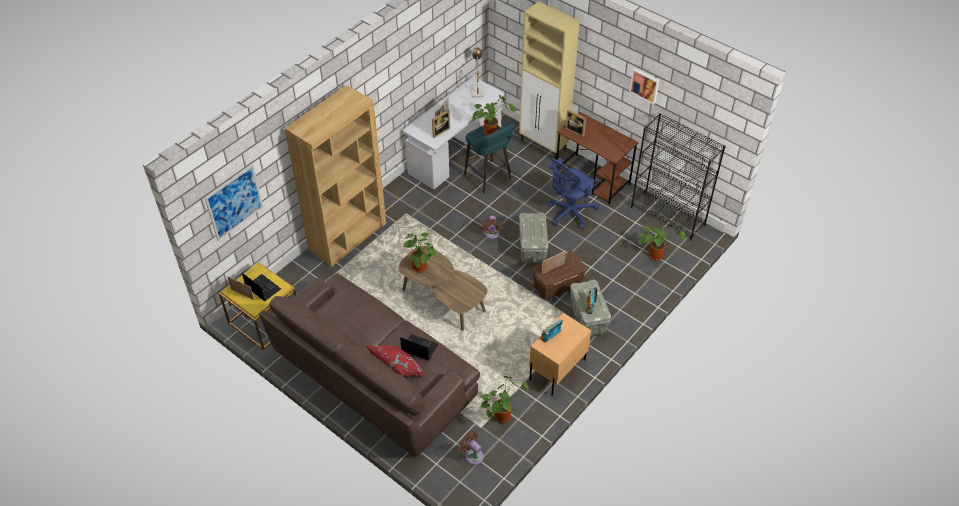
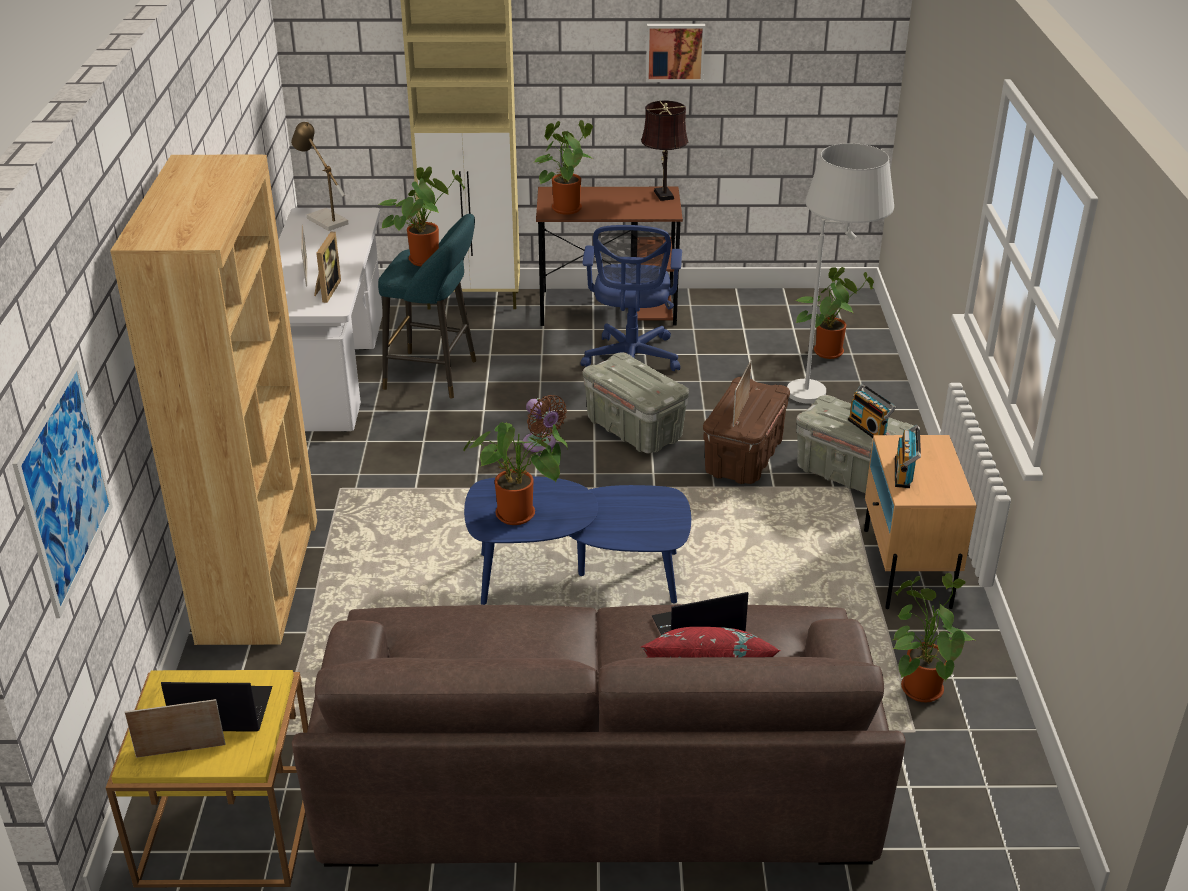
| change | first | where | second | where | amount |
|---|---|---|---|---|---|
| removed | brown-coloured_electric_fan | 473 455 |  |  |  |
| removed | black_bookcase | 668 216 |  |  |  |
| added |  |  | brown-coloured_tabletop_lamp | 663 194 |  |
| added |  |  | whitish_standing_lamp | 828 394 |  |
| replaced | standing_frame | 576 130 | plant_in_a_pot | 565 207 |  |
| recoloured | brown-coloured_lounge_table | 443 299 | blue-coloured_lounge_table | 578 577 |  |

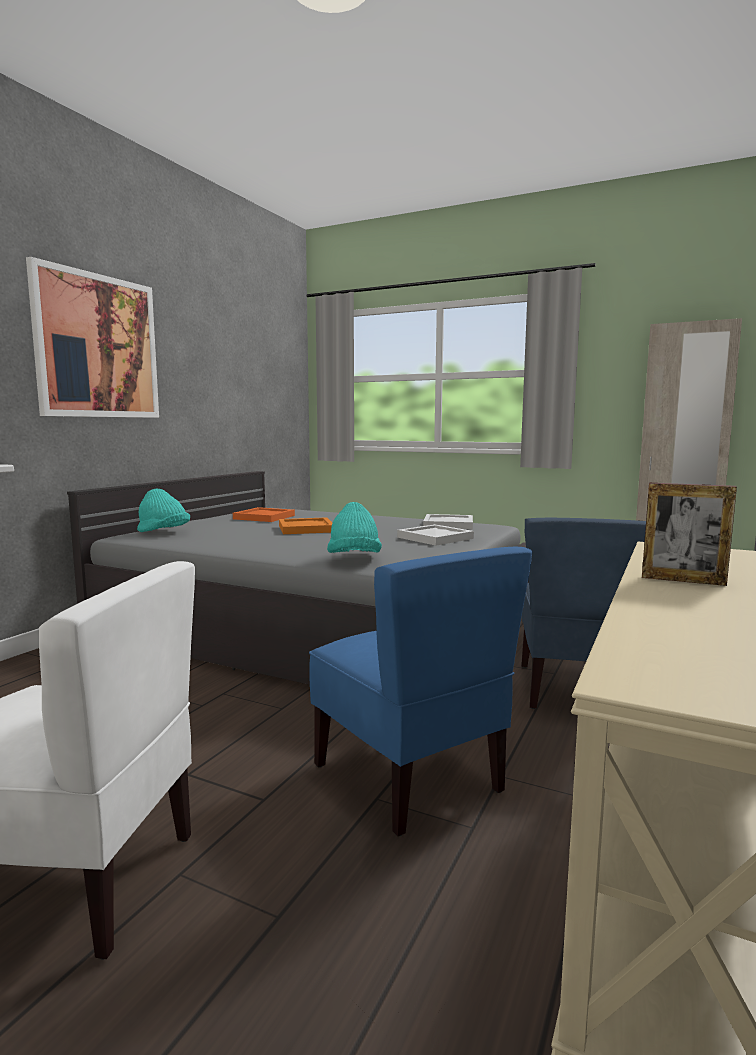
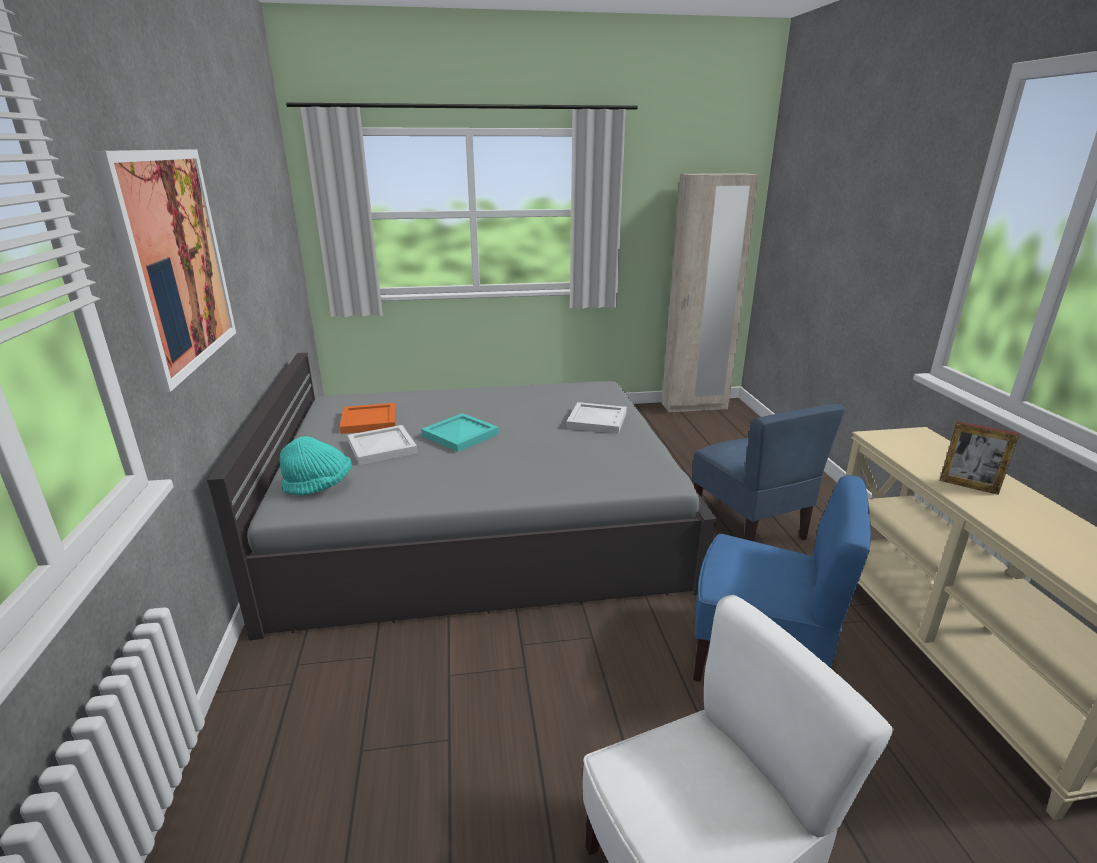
| change | first | where | second | where | amount |
|---|---|---|---|---|---|
| removed | turquoise-coloured_hat | 354 558 |  |  |  |
| moved | whitish_tray | 447 524 |  | 381 448 |  |
| recoloured | orange_tray | 307 529 | turquoise-coloured_tray | 461 435 |  |
| turned | standing_frame | 683 580 |  | 968 486 | 45 degrees clockwise |

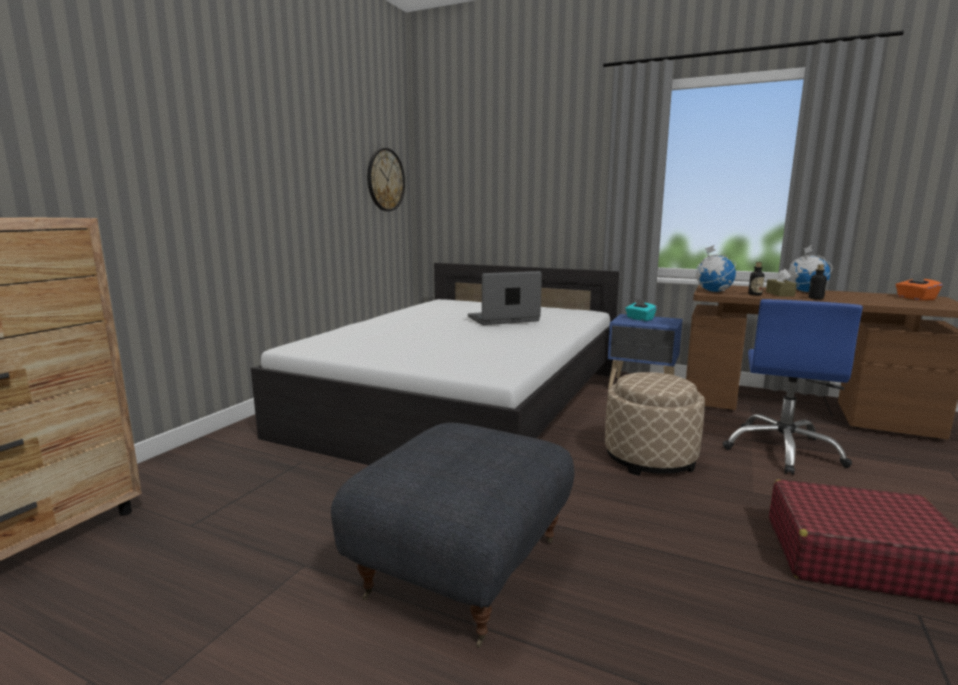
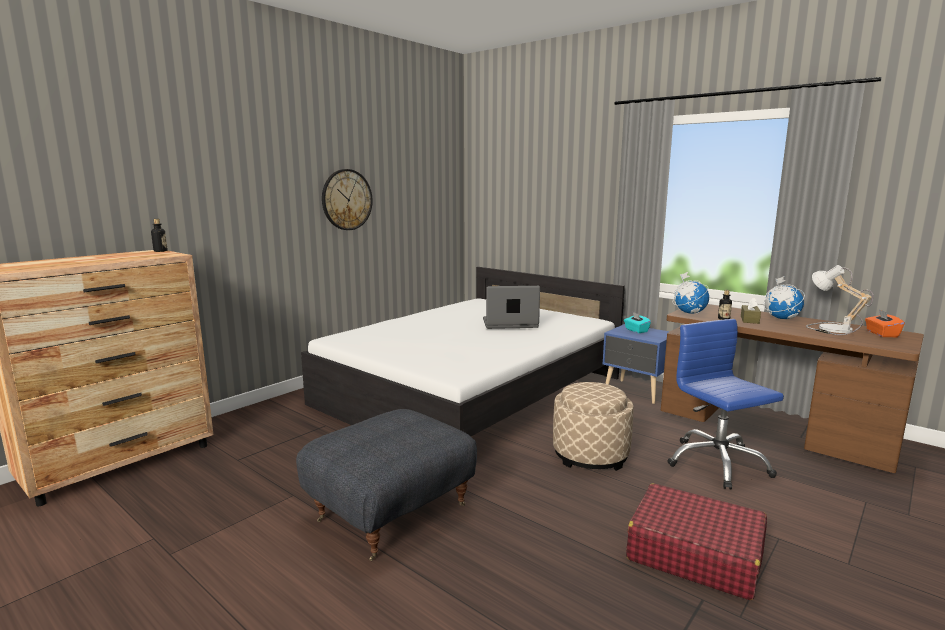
| change | first | where | second | where | amount |
|---|---|---|---|---|---|
| added |  |  | tabletop_lamp | 831 329 |  |
| moved | wall_clock | 385 180 |  | 347 199 |  |
| moved | drink_bottle | 815 298 |  | 160 251 |  |
| turned | blue-coloured_office_chair | 783 450 |  | 717 463 | 120 degrees clockwise |

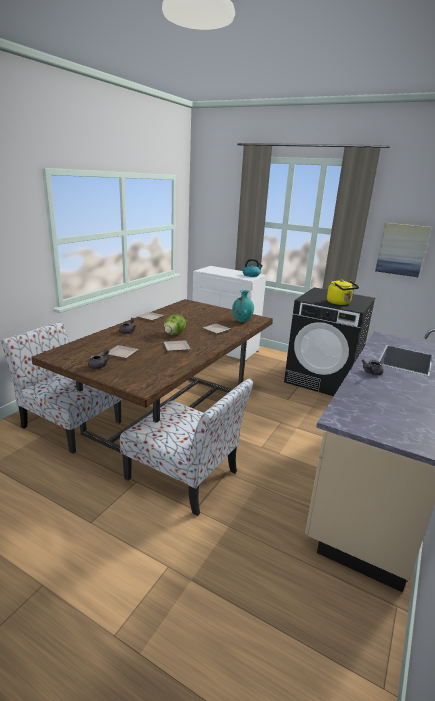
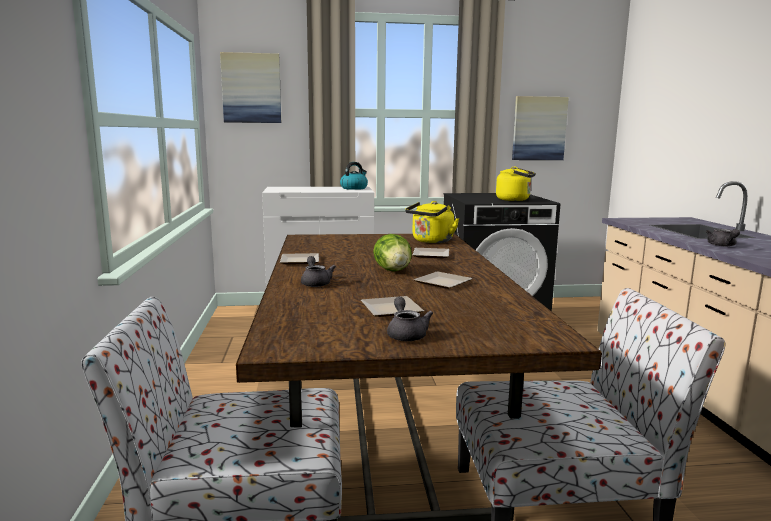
| change | first | where | second | where | amount |
|---|---|---|---|---|---|
| added |  |  | wall_picture | 251 88 |  |
| replaced | turquoise-coloured_flower_vase | 241 321 | yellow-coloured_water_kettle | 431 241 |  |

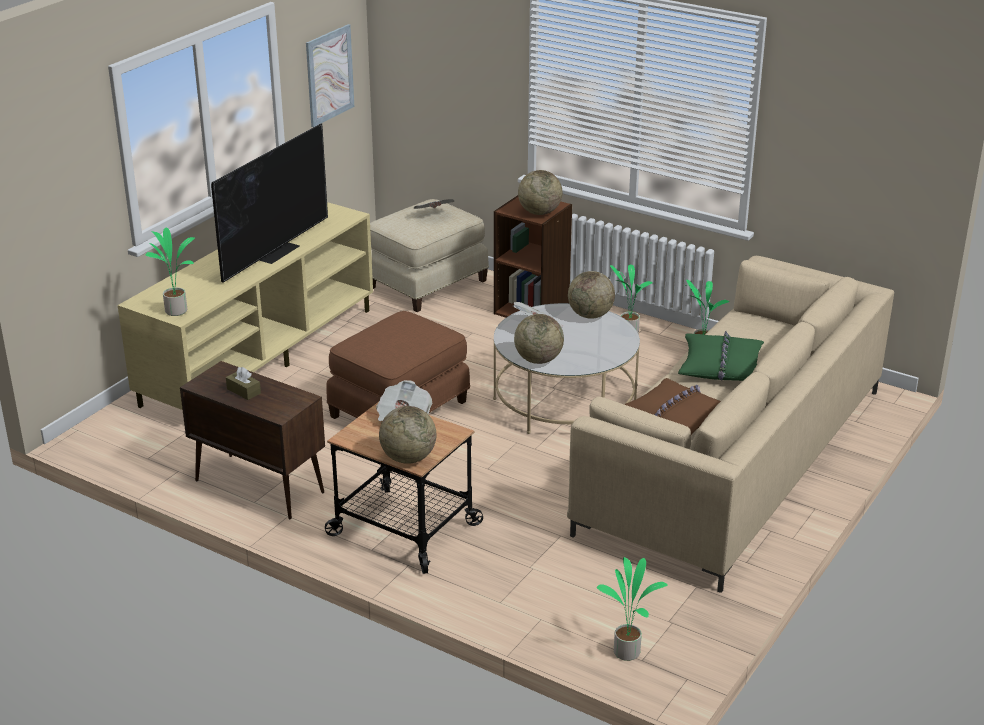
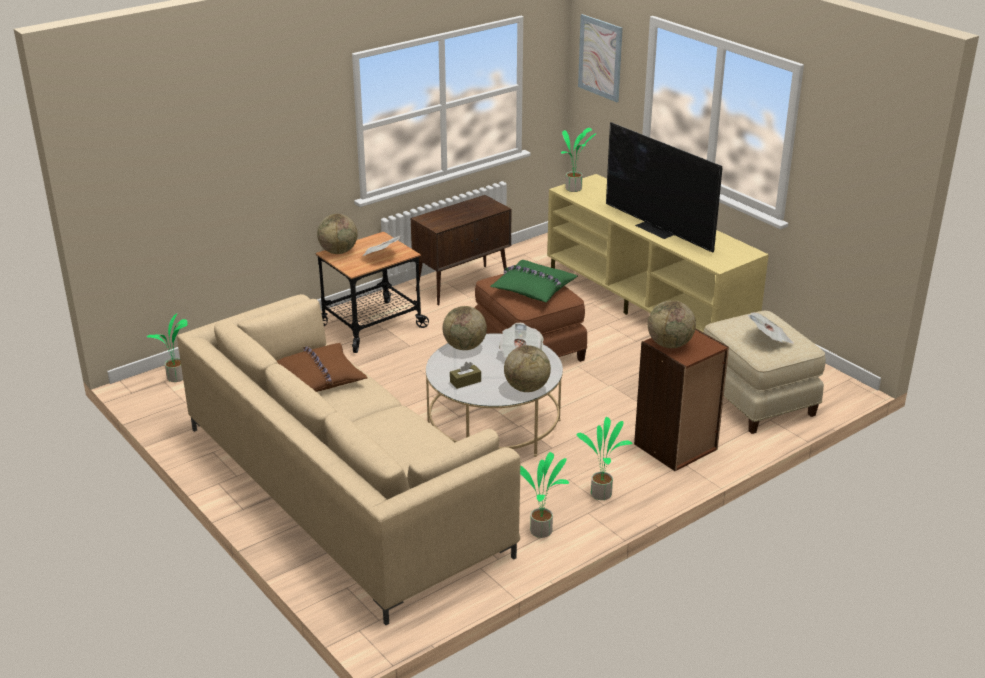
| change | first | where | second | where | amount |
|---|---|---|---|---|---|
| moved | brown-coloured_tissue_box | 243 391 |  | 465 381 |  |
| moved | wall_picture | 329 75 |  | 600 57 |  |
| moved | greenish_cushion | 721 366 |  | 533 288 |  |

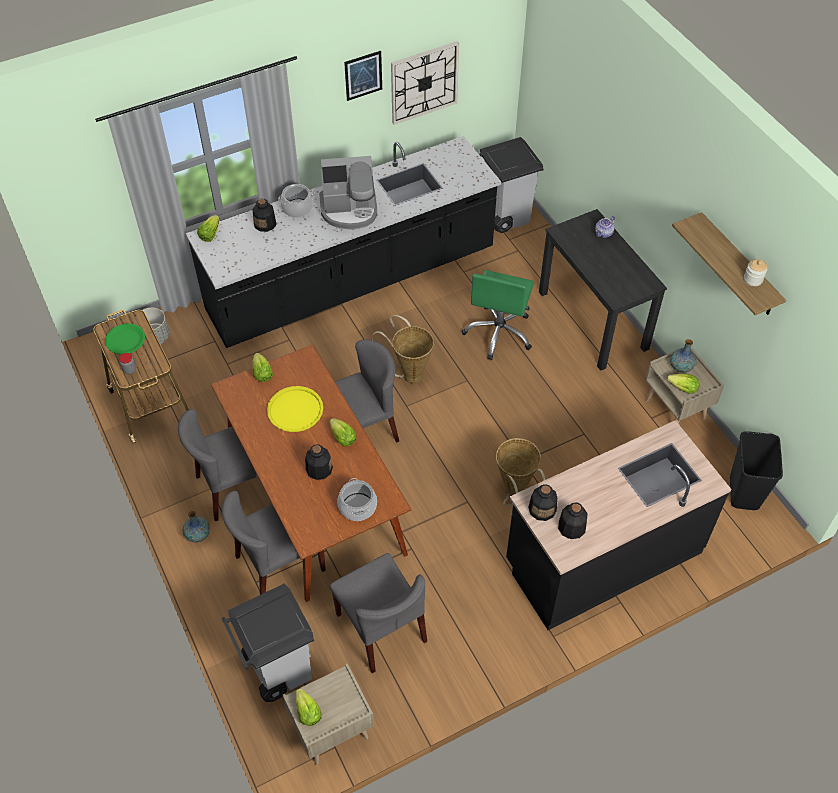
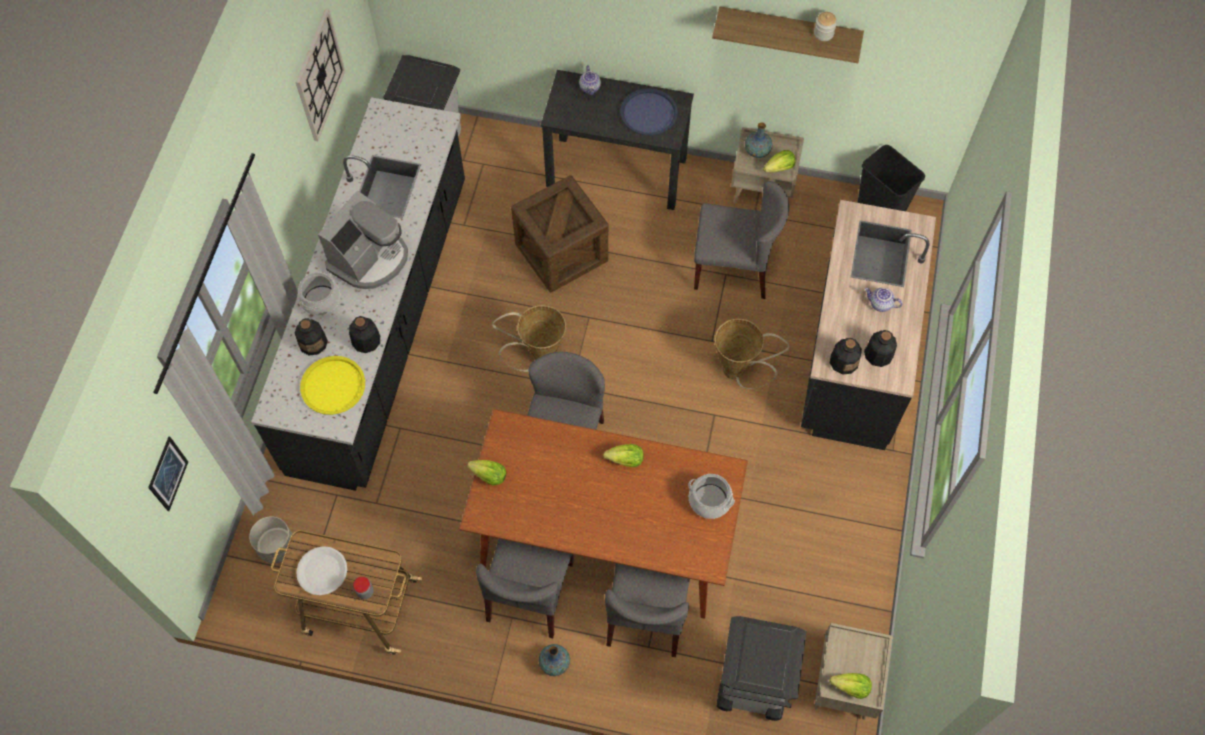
| change | first | where | second | where | amount |
|---|---|---|---|---|---|
| removed | head_of_lettuce | 210 234 |  |  |  |
| added |  |  | blue-coloured_tray | 648 113 |  |
| added |  |  | tea_pot | 880 304 |  |
| moved | yellow-coloured_tray | 295 409 |  | 333 386 |  |
| moved | drink_bottle | 319 469 |  | 366 341 |  |
| moved | gray_upright_chair | 381 628 |  | 733 268 |  |
| moved | wall_picture | 363 75 |  | 168 474 |  |
| replaced | greenish_office_chair | 499 333 | packing_crate | 561 252 |  |
| recoloured | greenish_dinner_plate | 125 340 | whitish_dinner_plate | 322 571 |  |

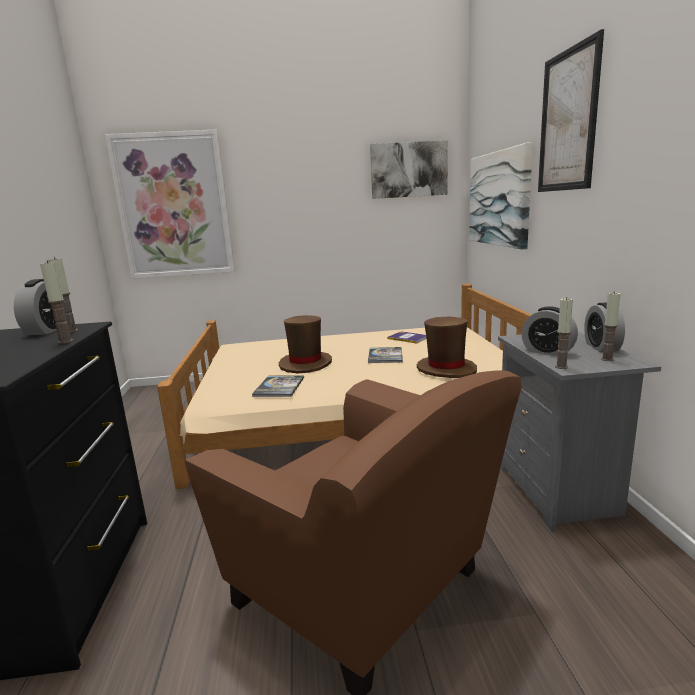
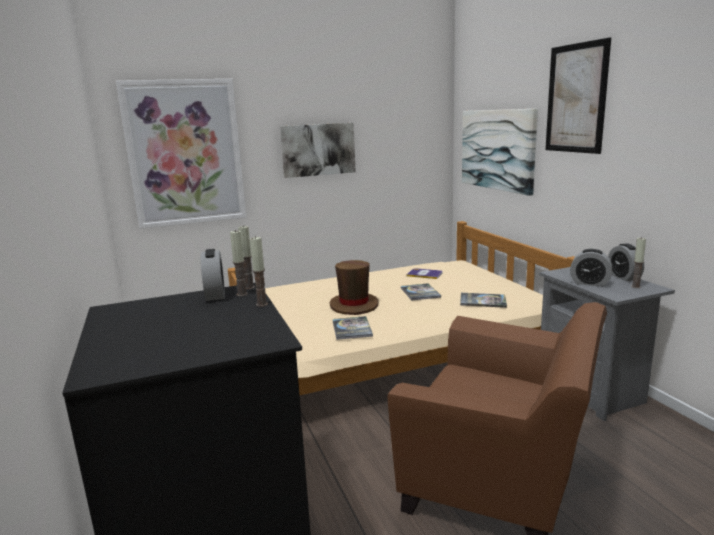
| change | first | where | second | where | amount |
|---|---|---|---|---|---|
| moved | wall_picture | 409 170 |  | 318 149 |  |
| moved | wax_light | 561 367 |  | 249 287 |  |
| replaced | brown-coloured_hat | 446 369 | bound_book | 483 301 |  |

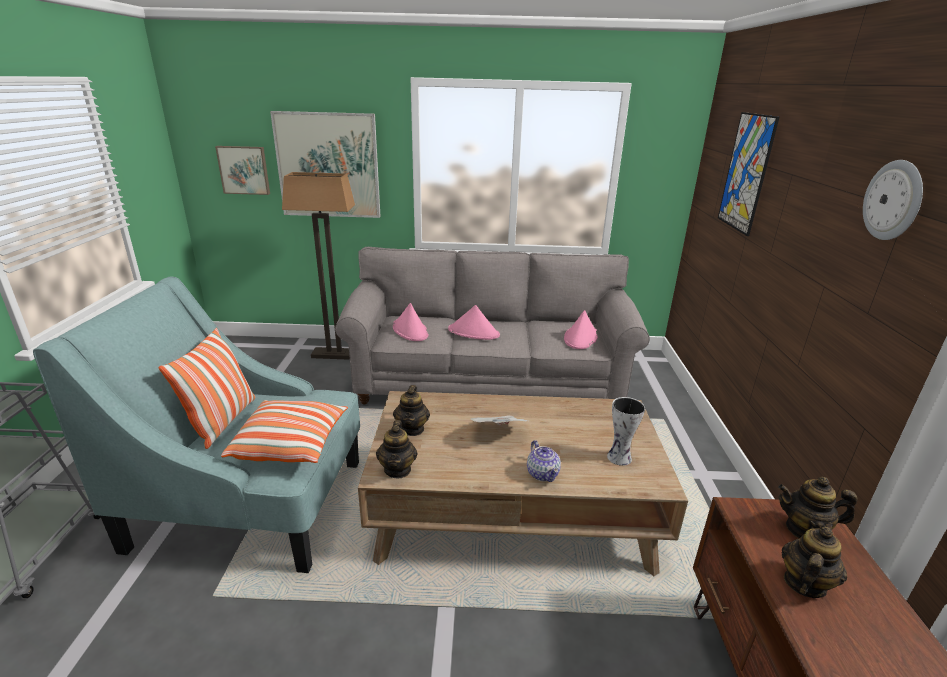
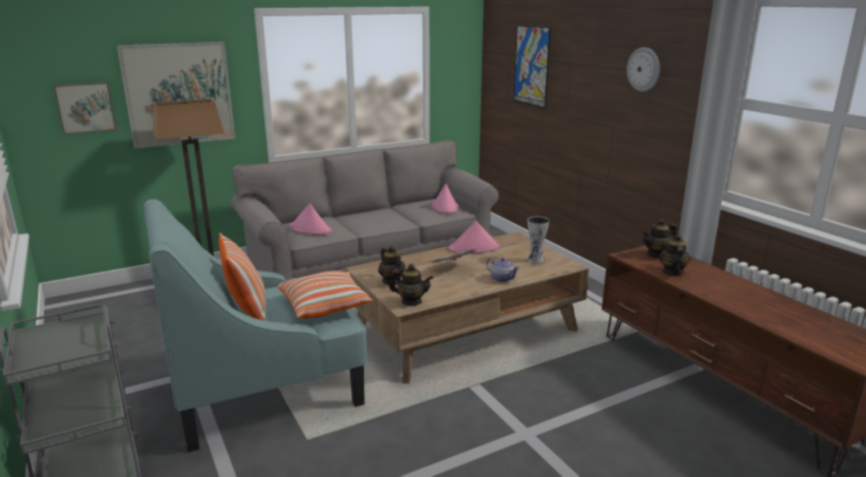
| change | first | where | second | where | amount |
|---|---|---|---|---|---|
| moved | pink_hat | 474 332 |  | 474 248 |  |
| turned | tea_pot | 398 469 |  | 411 301 | 45 degrees counterclockwise |

